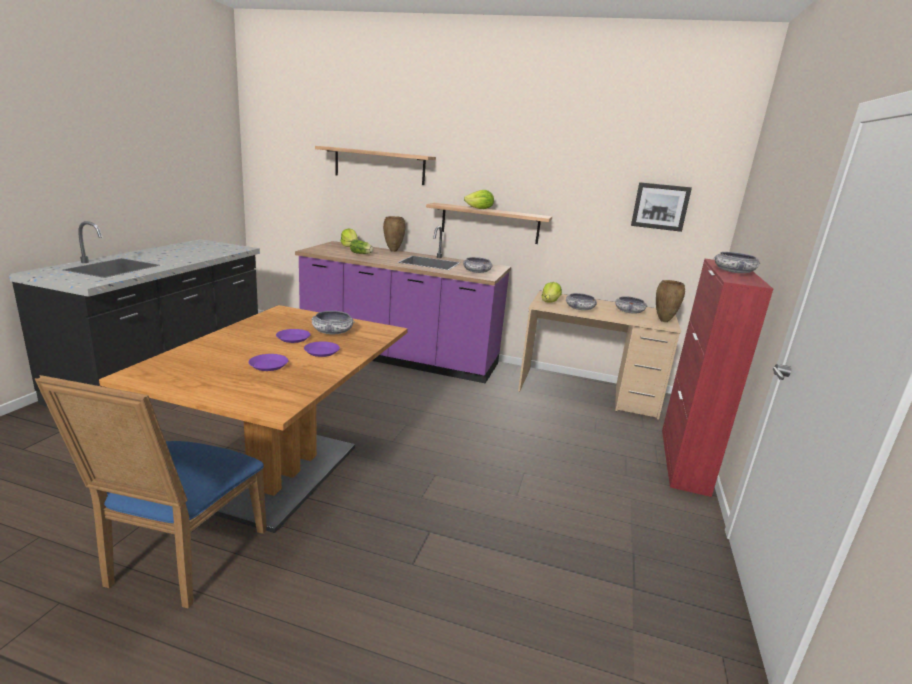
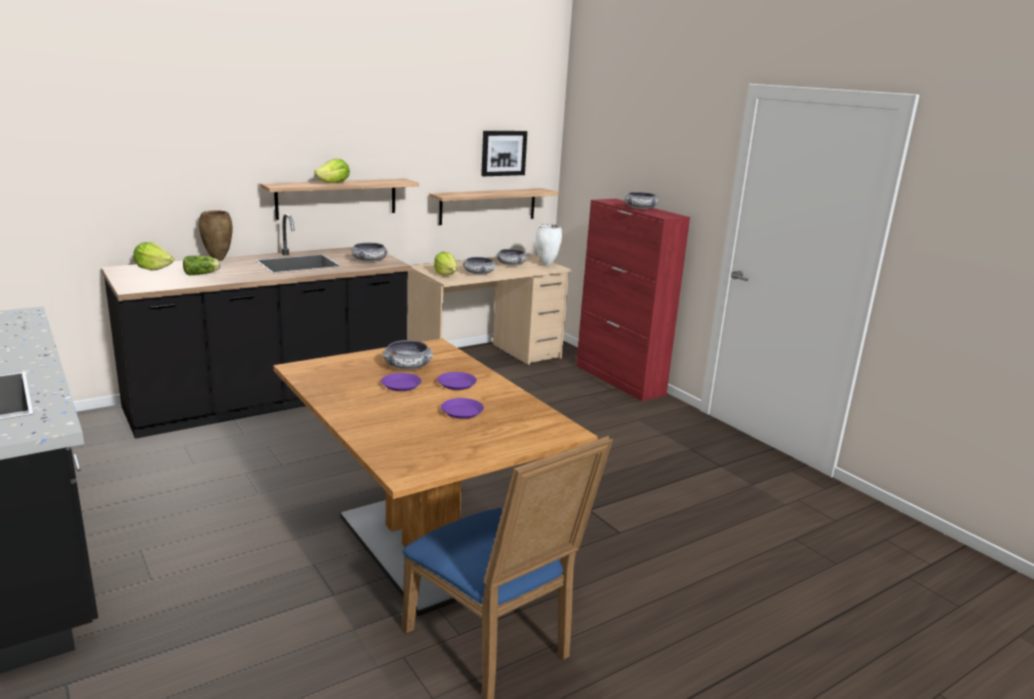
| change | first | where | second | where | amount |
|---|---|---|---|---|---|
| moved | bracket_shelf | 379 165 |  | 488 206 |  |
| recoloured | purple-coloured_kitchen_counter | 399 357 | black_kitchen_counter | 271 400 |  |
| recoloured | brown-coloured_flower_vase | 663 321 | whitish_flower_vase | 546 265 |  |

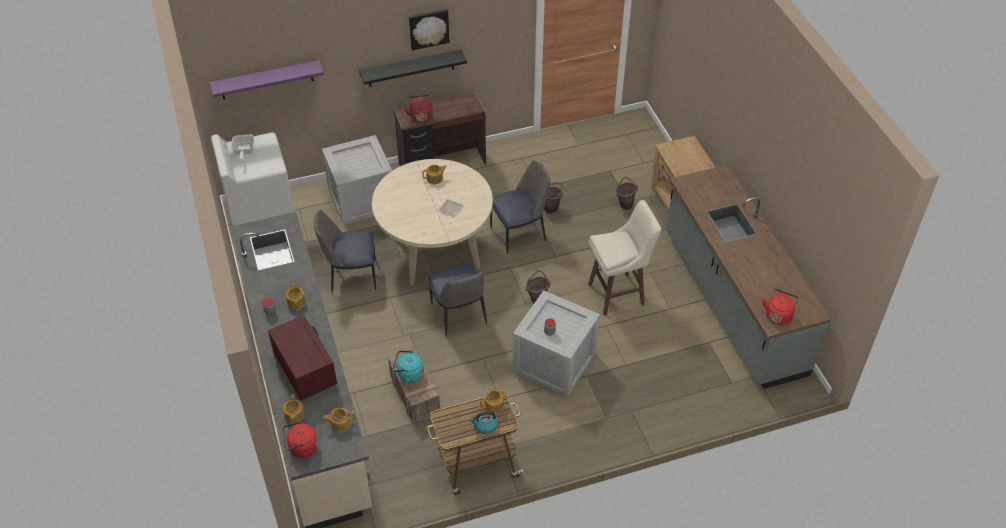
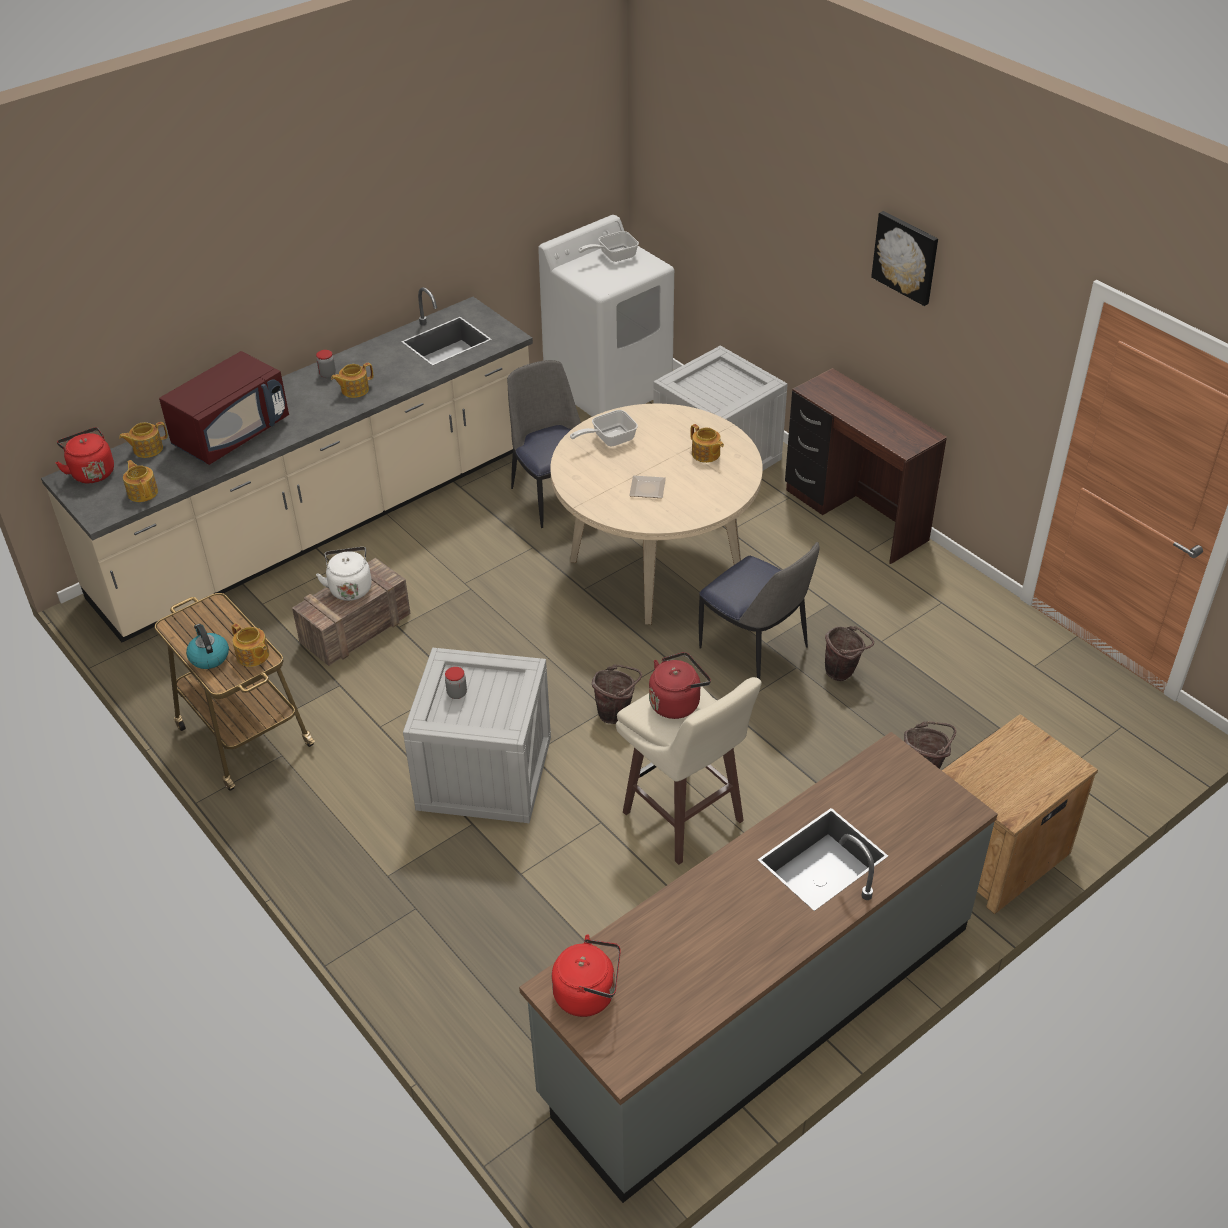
| change | first | where | second | where | amount |
|---|---|---|---|---|---|
| removed | purple-coloured_bracket_shelf | 266 80 |  |  |  |
| removed | black_bracket_shelf | 411 68 |  |  |  |
| removed | upright_chair | 459 316 |  |  |  |
| added |  |  | skillet | 609 439 |  |
| moved | reddish_water_kettle | 421 116 |  | 677 702 |  |
| recoloured | turquoise-coloured_water_kettle | 408 375 | whitish_water_kettle | 350 587 |  |

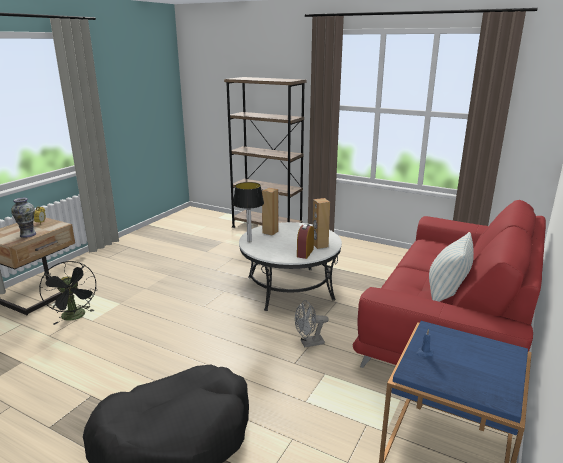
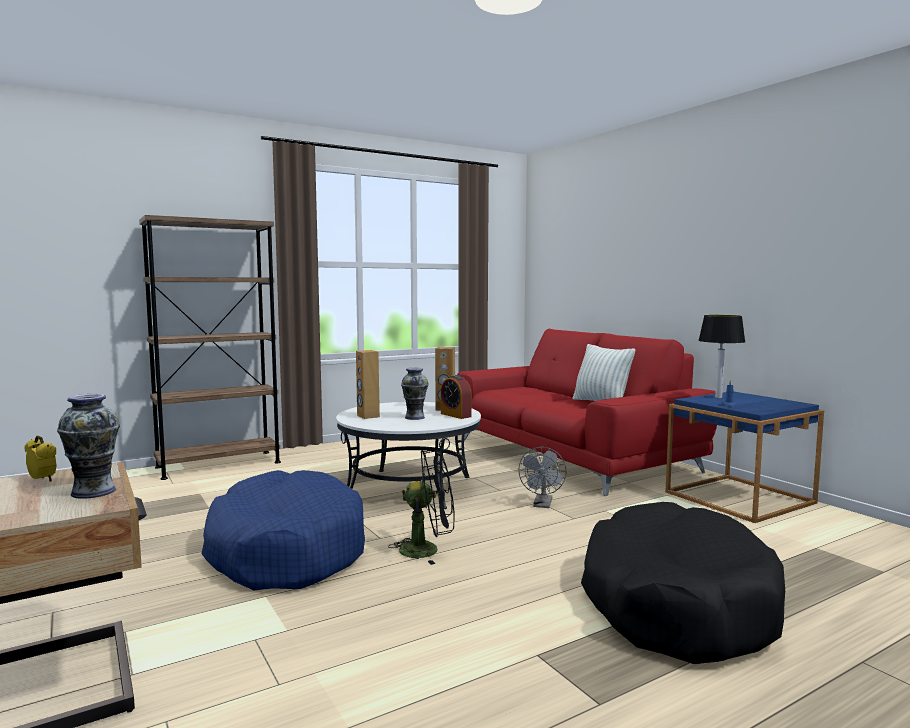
| change | first | where | second | where | amount |
|---|---|---|---|---|---|
| added |  |  | blue-coloured_dog_bed | 286 551 |  |
| added |  |  | flower_vase | 414 417 |  |
| moved | black_electric_fan | 75 317 |  | 427 550 |  |
| moved | tabletop_lamp | 249 241 |  | 718 397 |  |

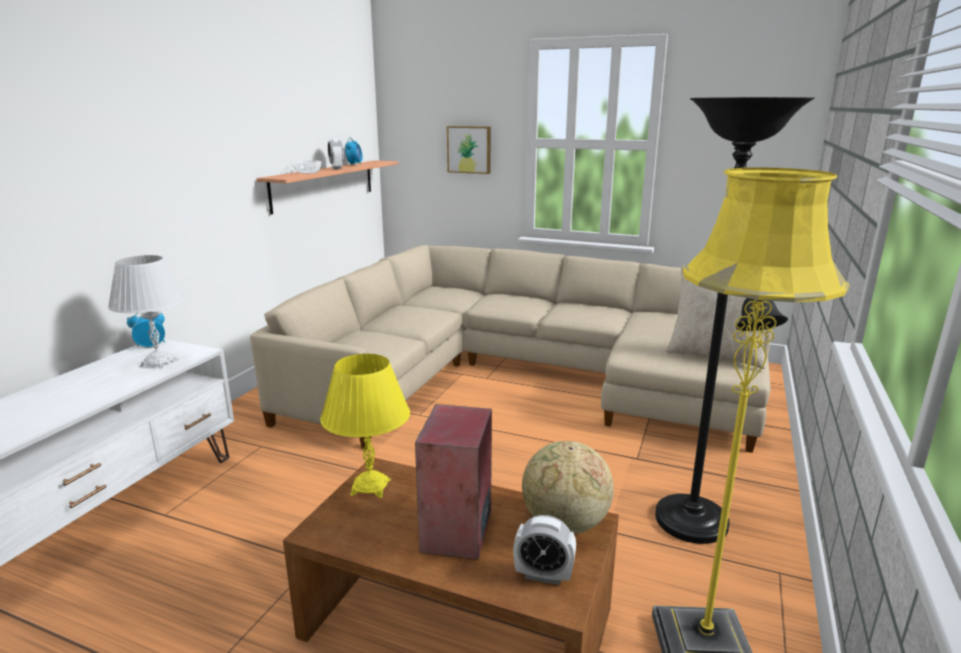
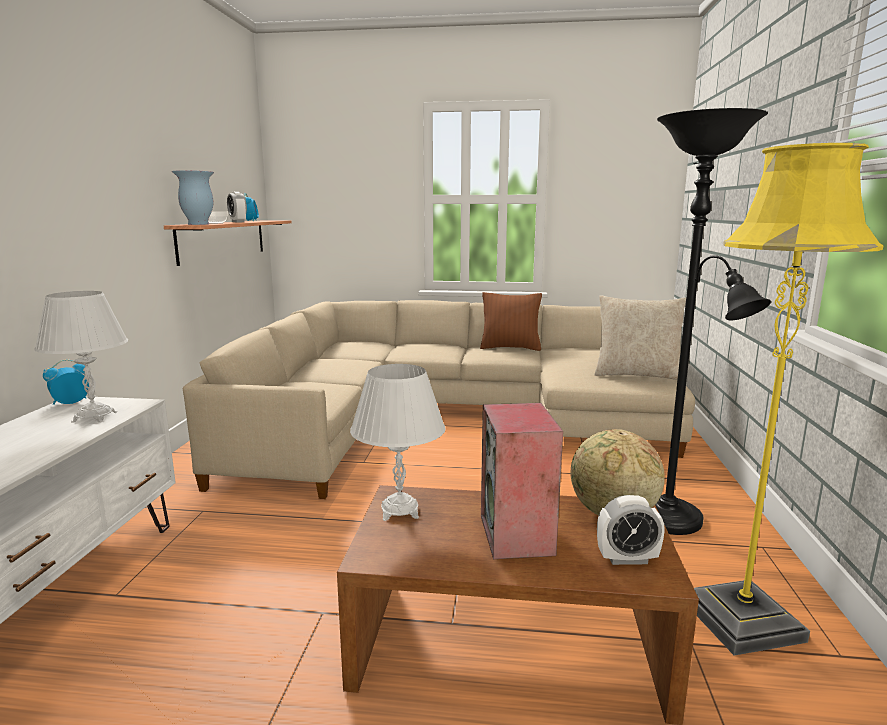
| change | first | where | second | where | amount |
|---|---|---|---|---|---|
| removed | wall_picture | 469 149 |  |  |  |
| added |  |  | flower_vase | 197 224 |  |
| added |  |  | brown-coloured_cushion | 510 348 |  |
| recoloured | yellow-coloured_tabletop_lamp | 370 487 | whitish_tabletop_lamp | 399 511 |  |

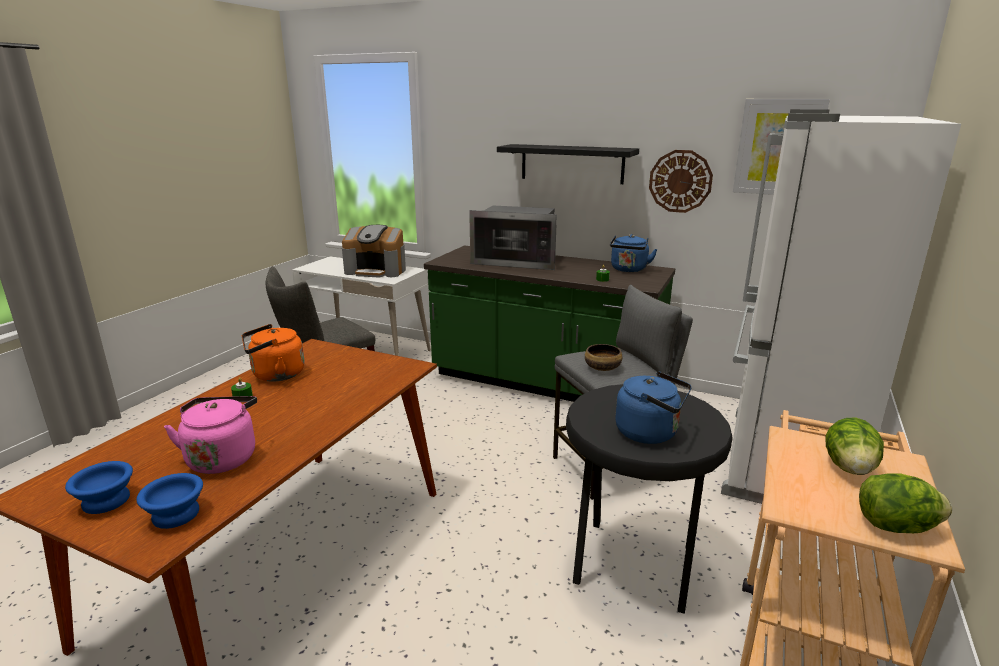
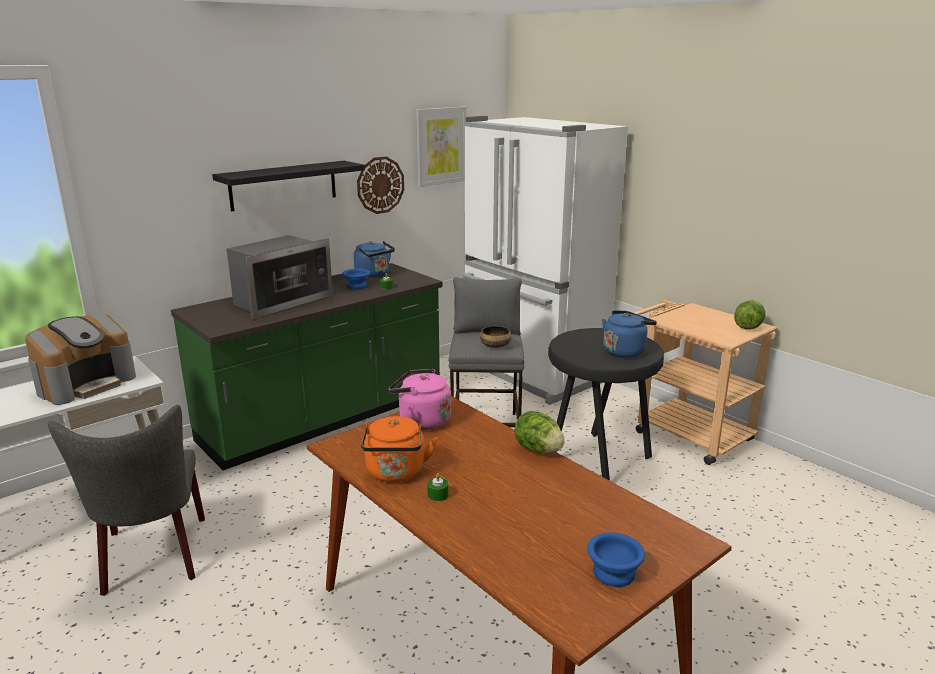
| change | first | where | second | where | amount |
|---|---|---|---|---|---|
| moved | blue-coloured_serving_bowl | 178 514 |  | 357 286 |  |
| moved | pink_water_kettle | 222 457 |  | 421 420 |  |
| moved | head_of_lettuce | 849 468 |  | 538 450 |  |

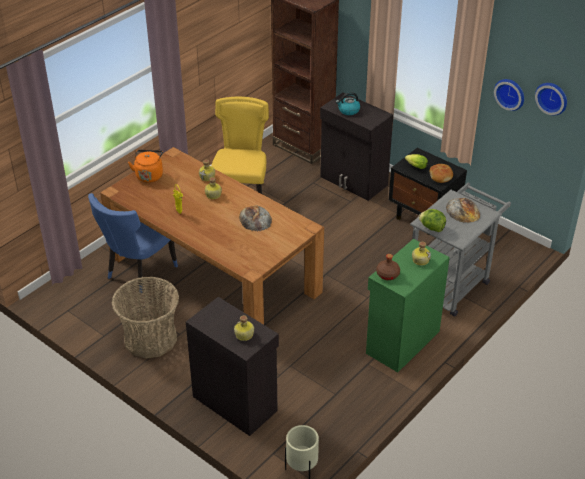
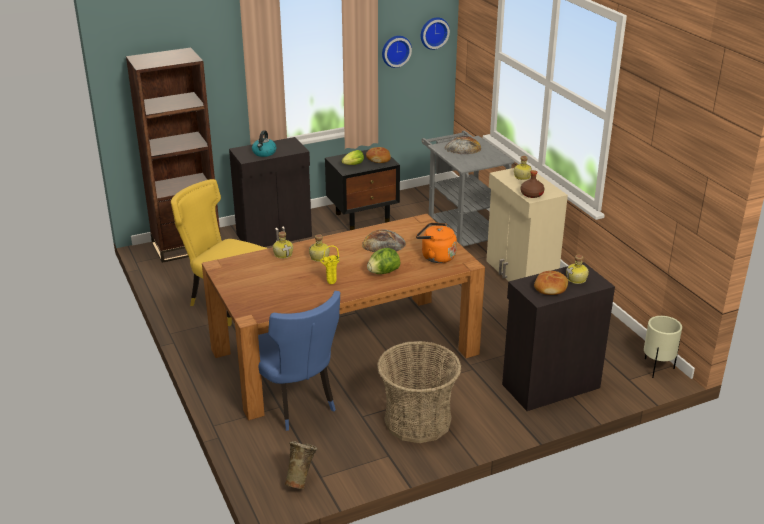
| change | first | where | second | where | amount |
|---|---|---|---|---|---|
| added |  |  | sand-coloured_flower_vase | 301 480 |  |
| added |  |  | baked_bread | 551 288 |  |
| moved | orange_water_kettle | 149 175 |  | 436 256 |  |
| moved | head_of_lettuce | 431 228 |  | 383 272 |  |
| recoloured | greenish_cupboard | 401 342 | sand-coloured_cupboard | 520 274 |  |

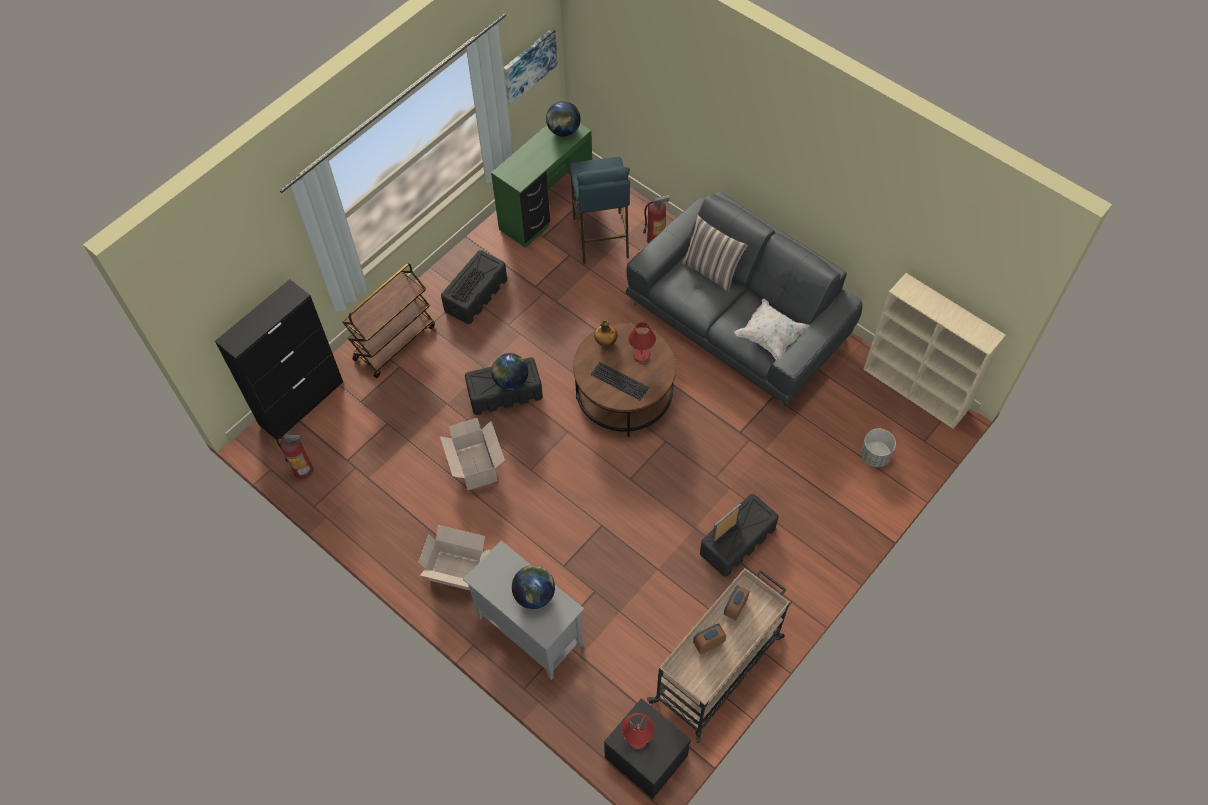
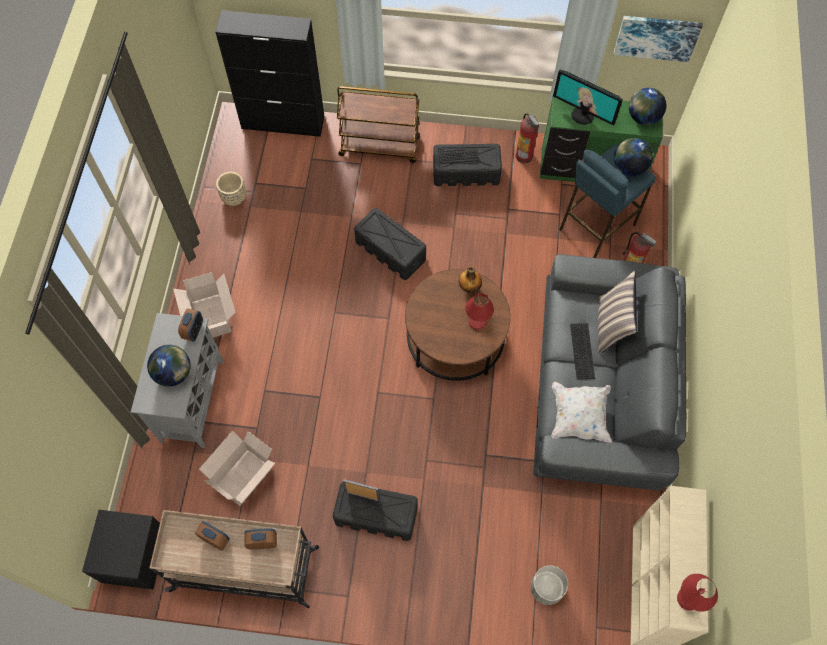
| change | first | where | second | where | amount |
|---|---|---|---|---|---|
| added |  |  | table_clock | 194 331 |  |
| added |  |  | sand-coloured_flower_pot | 234 198 |  |
| added |  |  | computer_display | 582 115 |  |
| moved | extinguisher | 303 470 |  | 524 156 |  |
| moved | carton | 476 464 |  | 245 476 |  |
| moved | world_globe | 510 381 |  | 629 167 |  |
| moved | PC_keyboard | 620 380 |  | 583 351 |  |
| moved | reddish_tabletop_lamp | 637 738 |  | 688 598 |  |

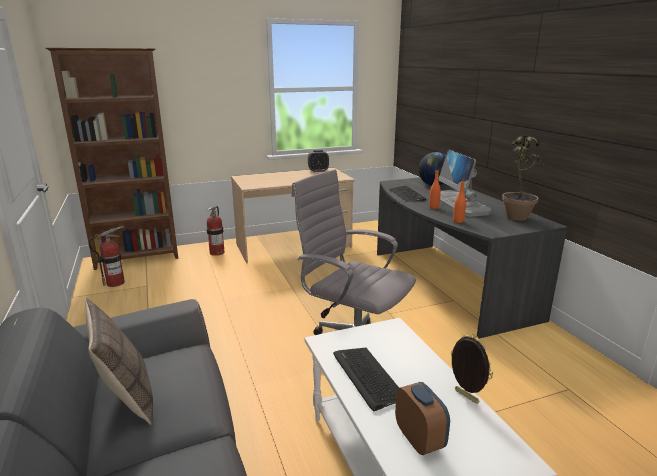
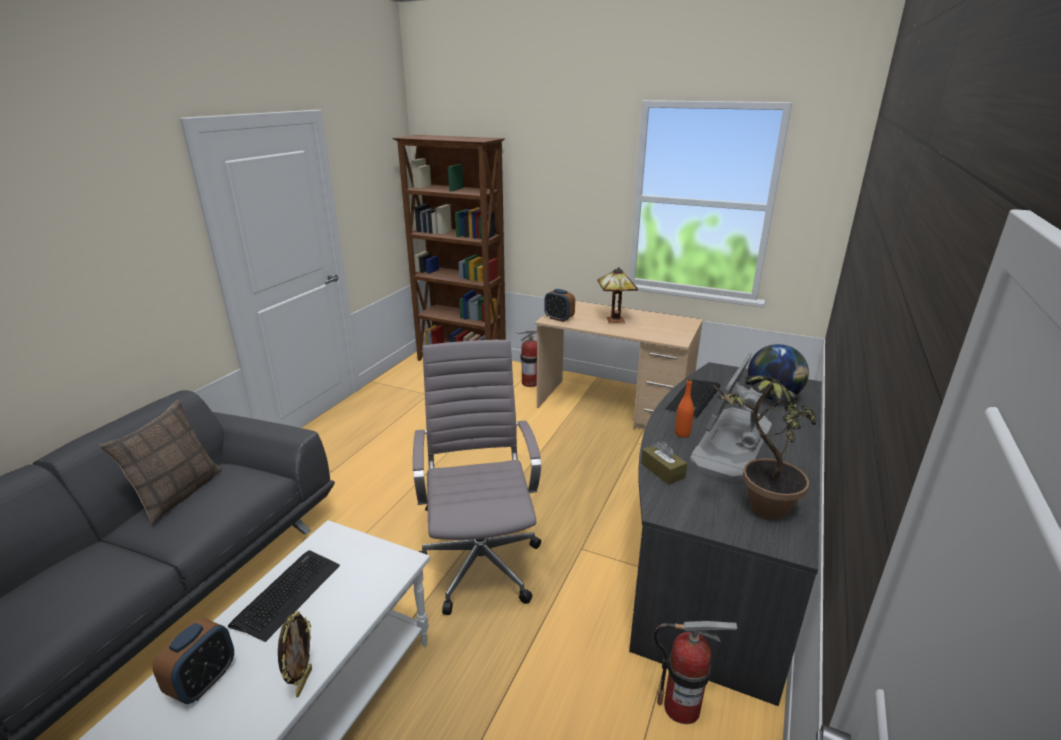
| change | first | where | second | where | amount |
|---|---|---|---|---|---|
| added |  |  | tabletop_lamp | 614 321 |  |
| moved | extinguisher | 115 283 |  | 681 707 |  |
| moved | table_clock | 318 171 |  | 559 318 |  |
| replaced | orange_drink_bottle | 458 221 | brown-coloured_tissue_box | 662 470 |  |

